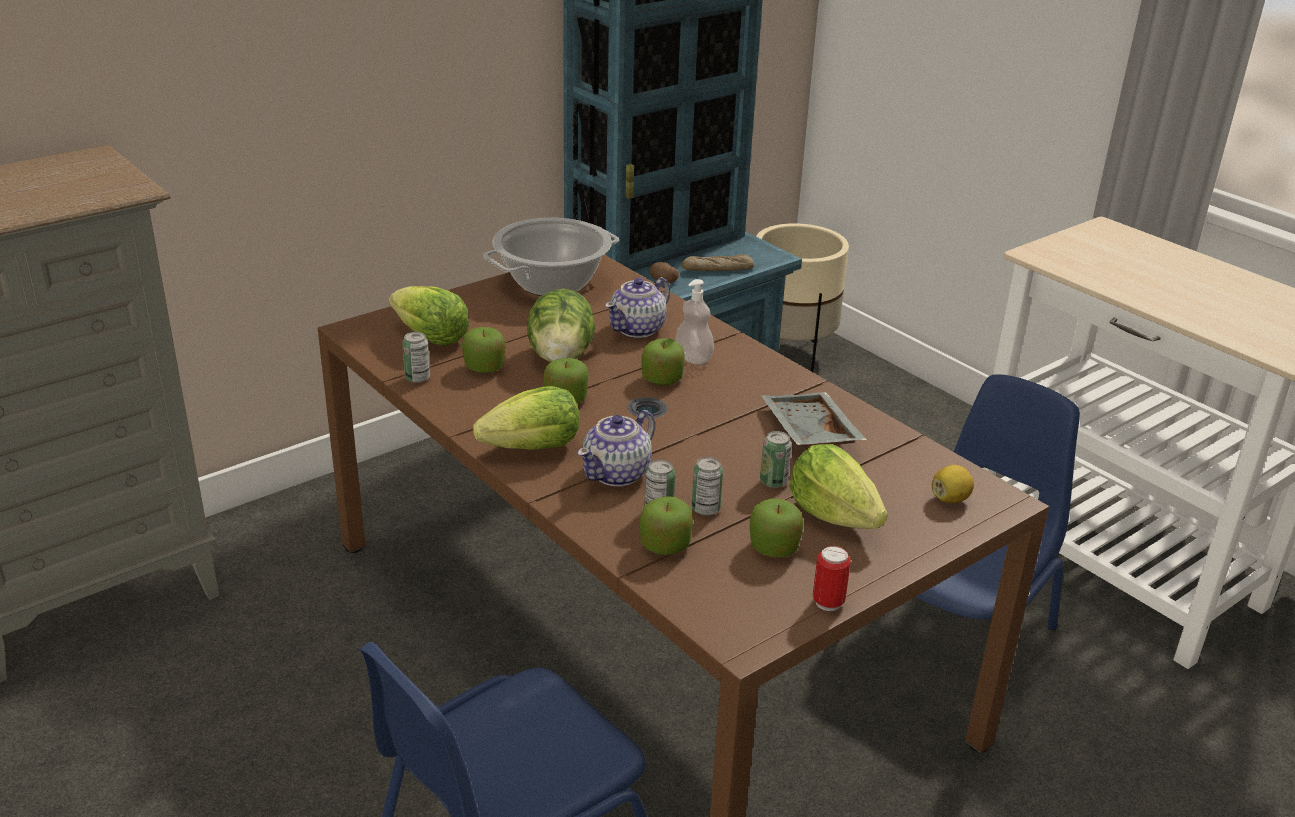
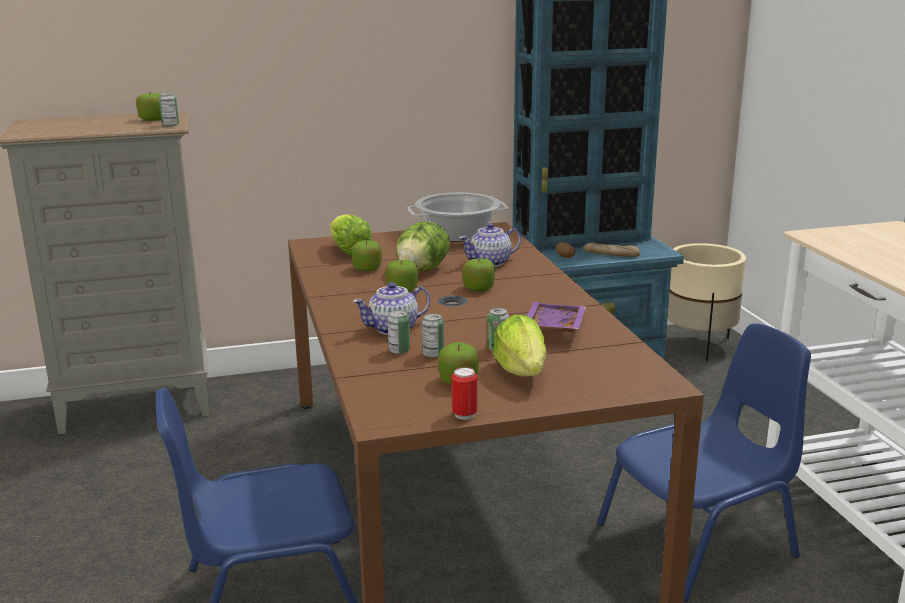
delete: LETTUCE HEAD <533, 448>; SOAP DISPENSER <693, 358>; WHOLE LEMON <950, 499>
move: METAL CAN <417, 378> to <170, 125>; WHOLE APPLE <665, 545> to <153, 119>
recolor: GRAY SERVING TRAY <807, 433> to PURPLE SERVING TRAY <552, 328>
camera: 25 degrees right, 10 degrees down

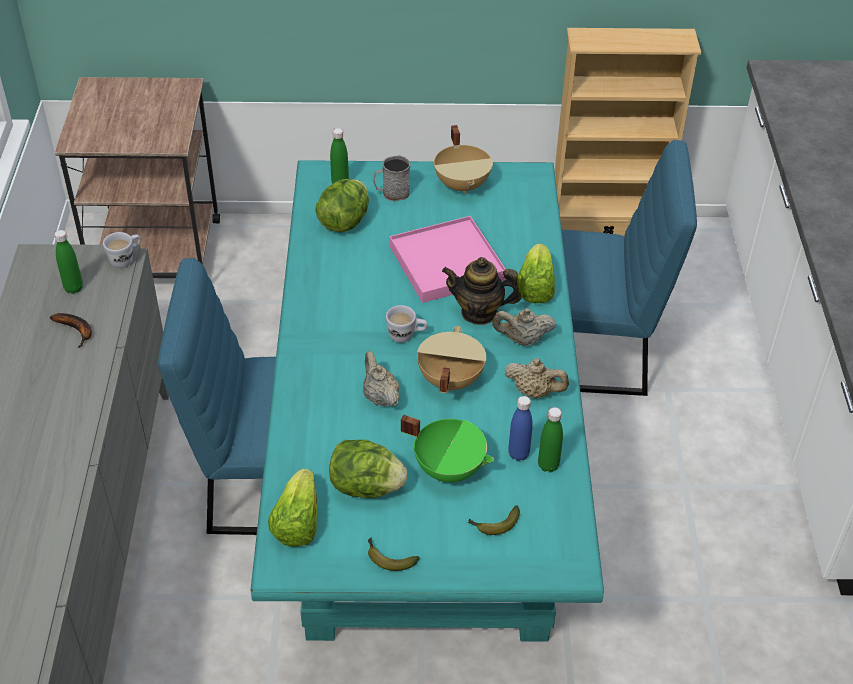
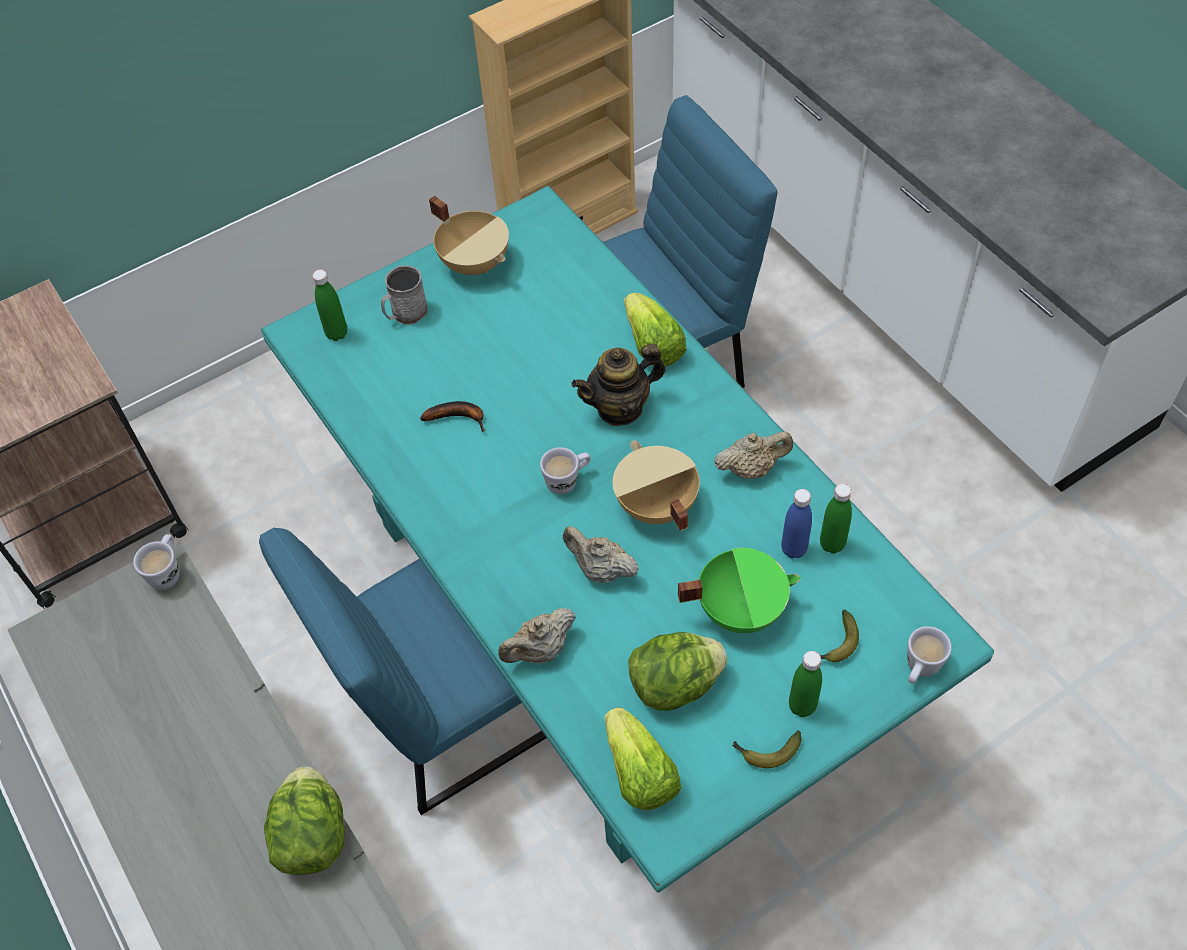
delete: PINK SERVING TRAY <446, 263>
insert: WHITE-COLOURED MUG <919, 670>
move: BANANA <77, 330> to <459, 417>; GREENISH DRINK BOTTLE <73, 288> to <802, 706>; LETTUCE HEAD <344, 222> to <312, 836>; SAND-COLOURED TEA POT <522, 340> to <540, 650>
camera: 30 degrees left, 10 degrees up

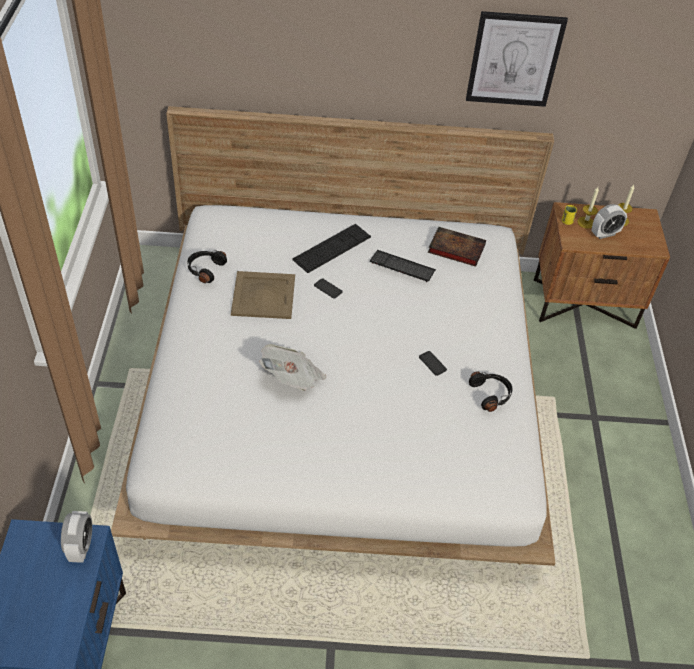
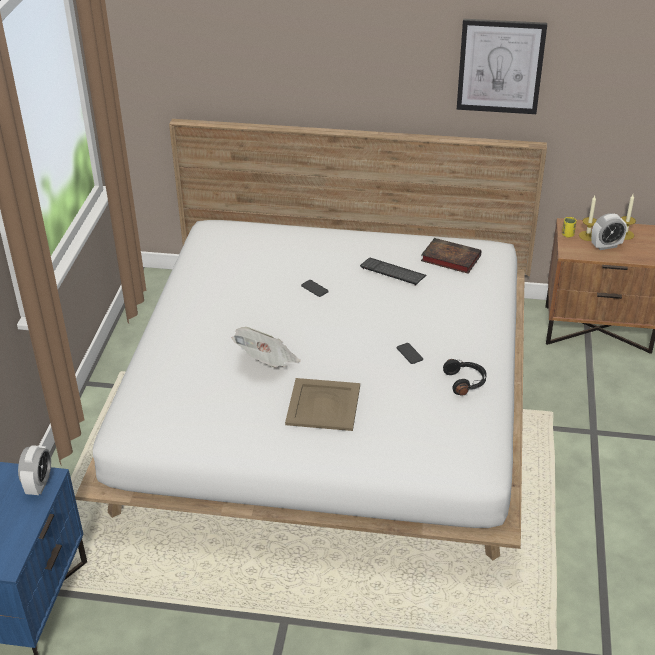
delete: BLACK-COLOURED HEADSET <205, 269>; PC KEYBOARD <332, 248>
move: SAND-COLOURED SERVING TRAY <264, 296> to <324, 405>
camera: 10 degrees right, 10 degrees down

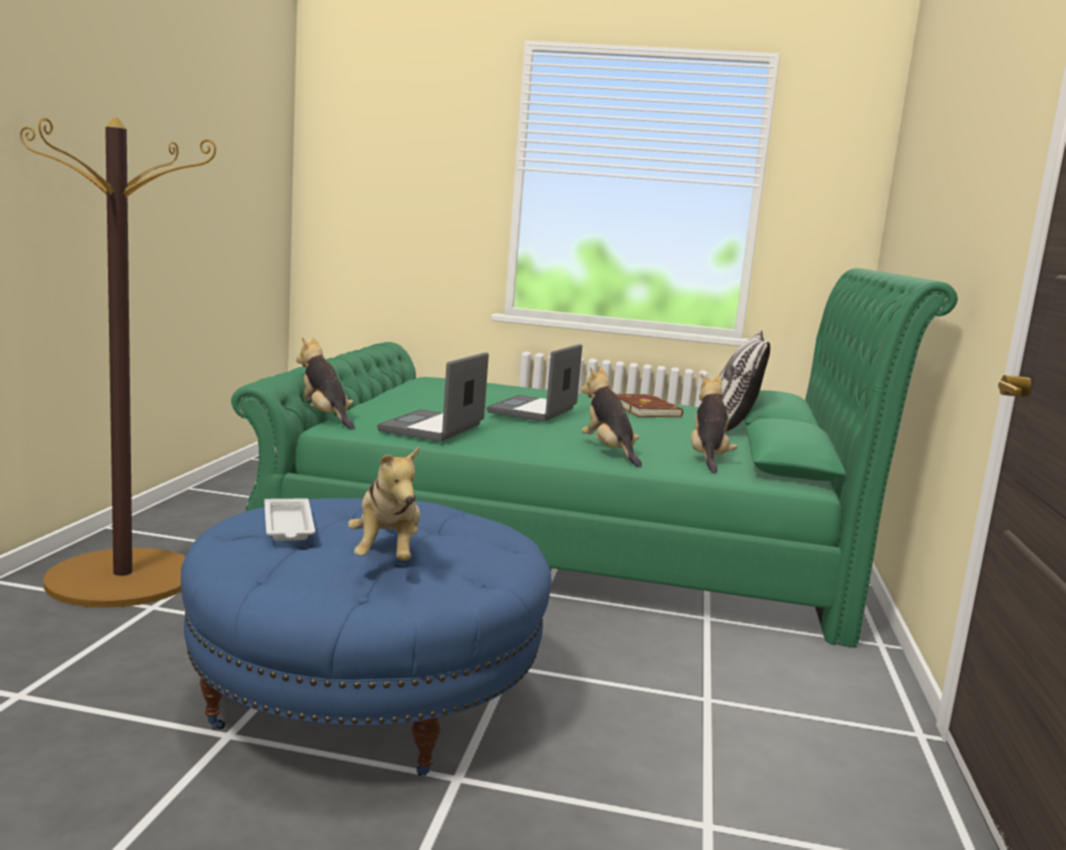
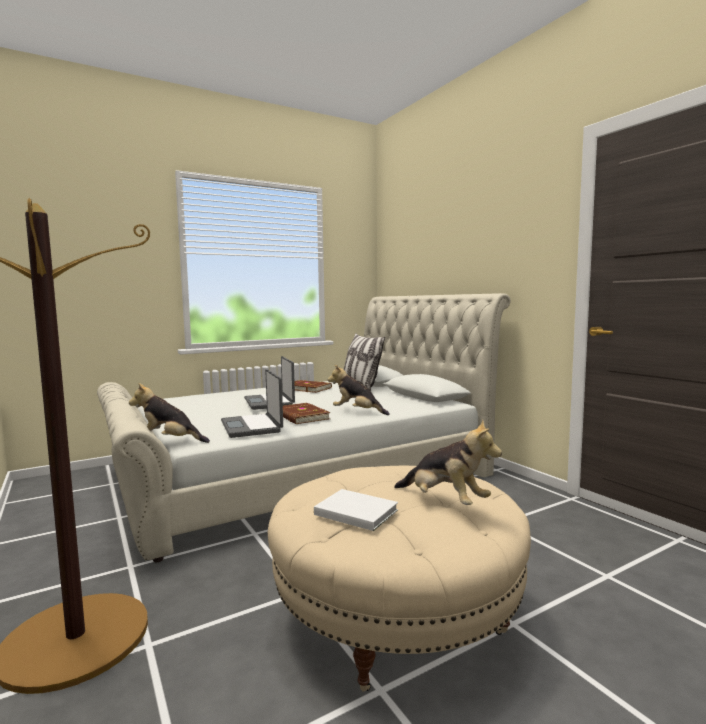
delete: SOFT TOY <708, 459>
insert: BROWNISH BOUND BOOK <300, 416>
replace: WHITE-COLOURED SERVING TRAY <288, 526> to WHITE-COLOURED BOUND BOOK <355, 511>
recolor: BLUE POUFFE <365, 699> to SAND-COLOURED POUFFE <396, 613>; GREENISH SLEEPING BED <571, 532> to SAND-COLOURED SLEEPING BED <301, 471>
camera: 40 degrees left, 5 degrees down

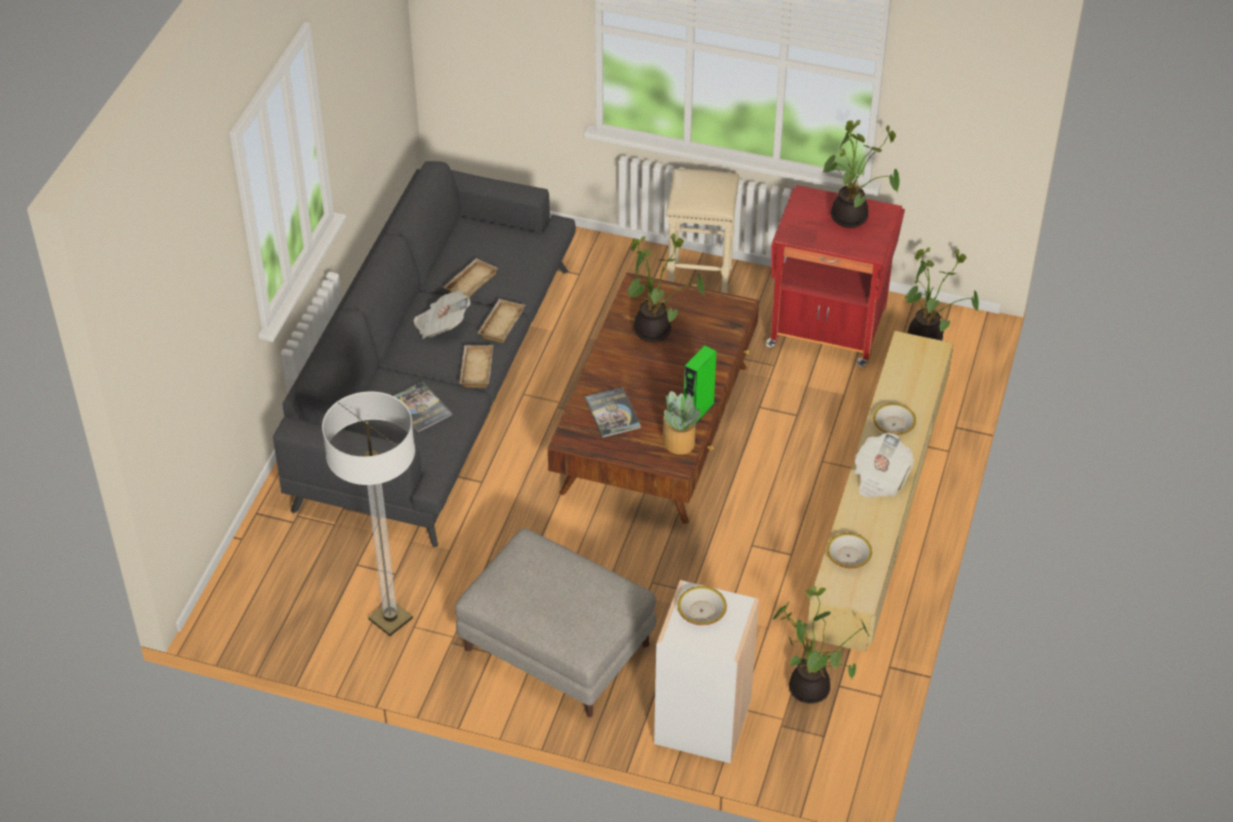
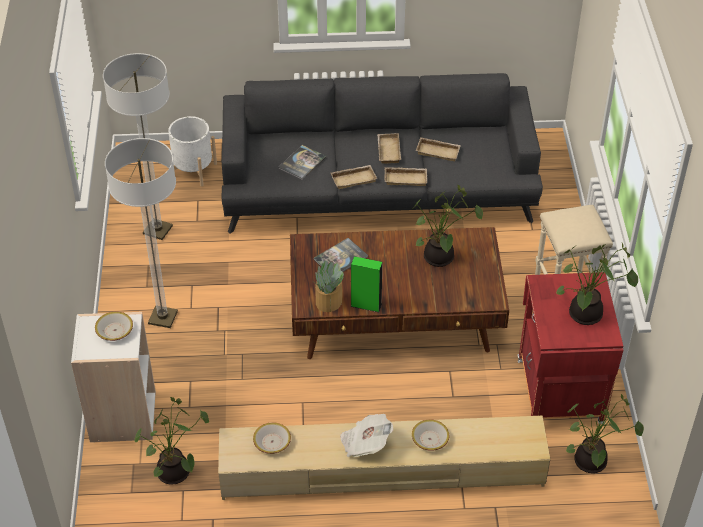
insert: WHITE-COLOURED PLANT POT <193, 170>
replace: NEWSPAPER <441, 325> to SAND-COLOURED SERVING TRAY <387, 150>; GRAY POUFFE <555, 647> to FLOOR LAMP <163, 318>
camera: 70 degrees right, 0 degrees up

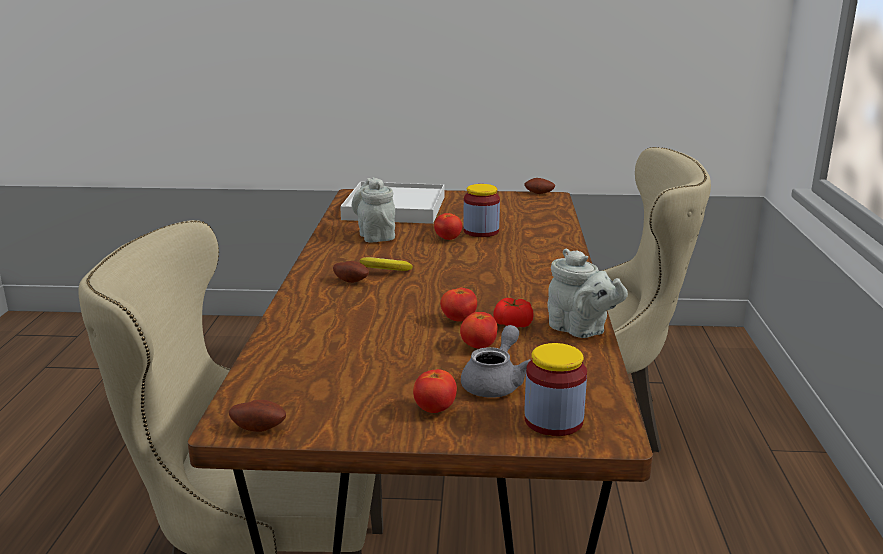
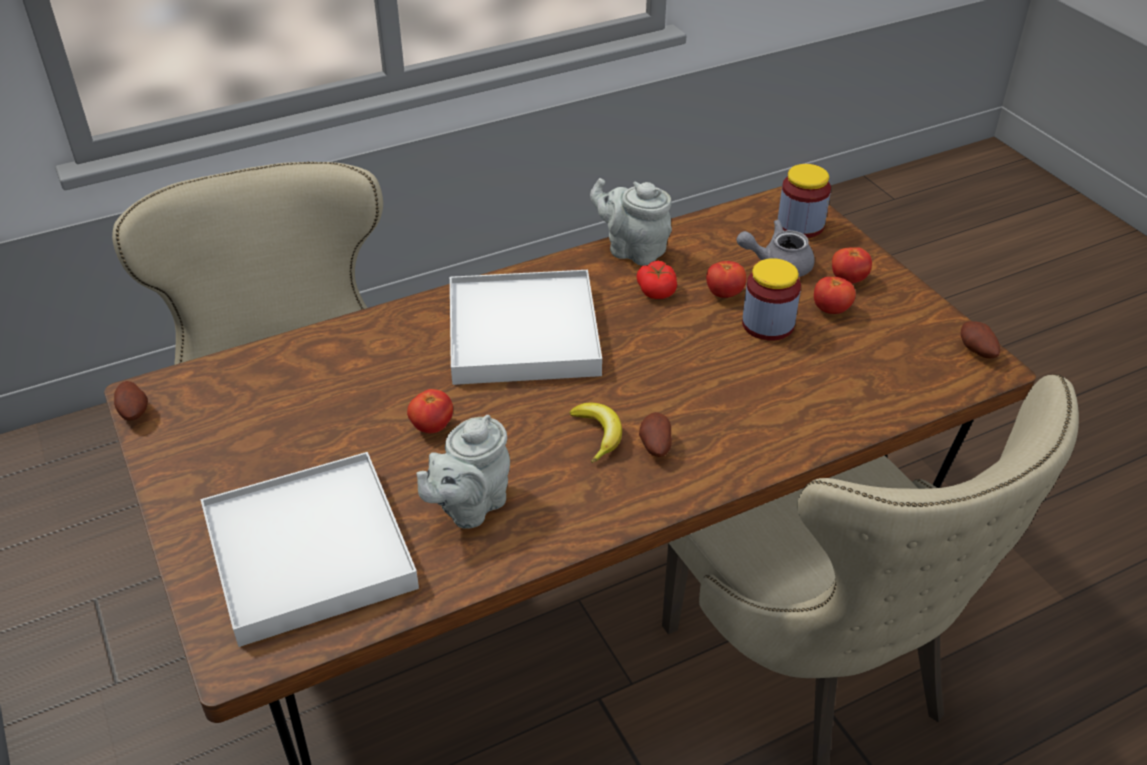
insert: WHITE-COLOURED SERVING TRAY <523, 333>
move: WHOLE TOMATO <458, 320> to <831, 310>; PRESERVE JAR <481, 231> to <768, 324>
rotate: GRAY TEA POT <580, 330> = <633, 250> 75 degrees counterclockwise
camera: 120 degrees left, 20 degrees up

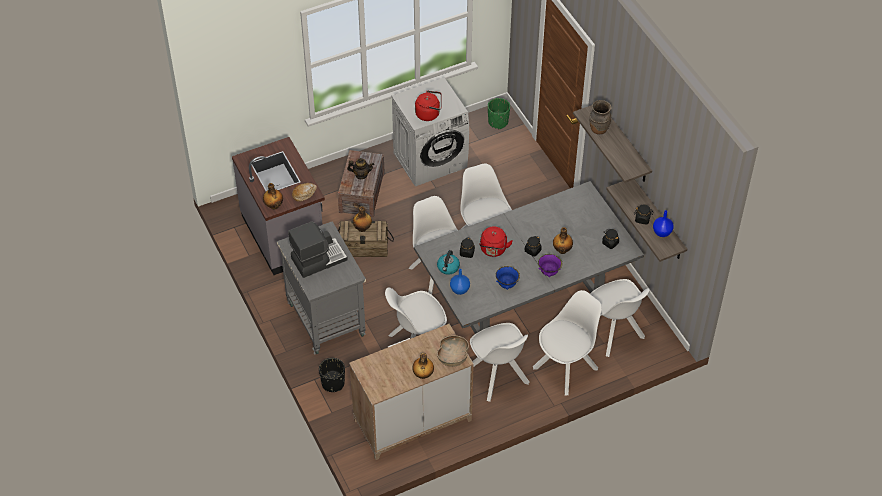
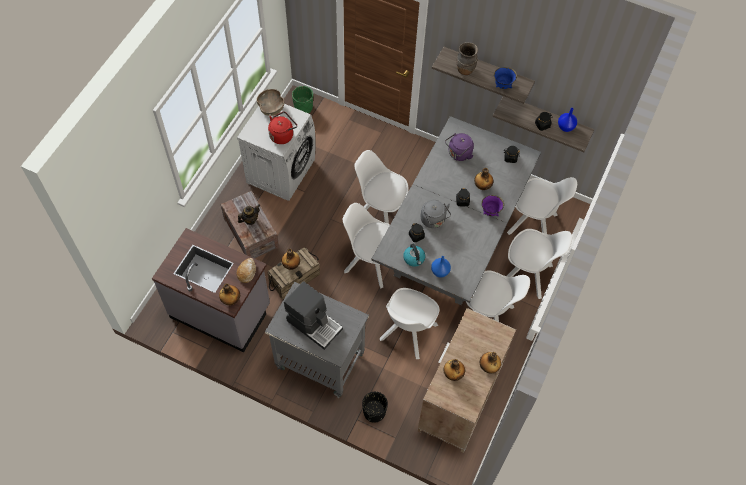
insert: DRINK BOTTLE <453, 374>; PURPLE TEA KETTLE <458, 154>
move: BROWNISH BOWL <453, 357> to <271, 108>; BLUE BOWL <507, 285> to <503, 85>
recolor: RED TEA KETTLE <493, 250> to GRAY TEA KETTLE <434, 220>
rotate: COFFEE MACHINE <318, 259> = <314, 323> 105 degrees clockwise; WHITE-COLOURED PLAIN CHAIR <566, 367> = <527, 275> 105 degrees clockwise
camera: 40 degrees left, 10 degrees up

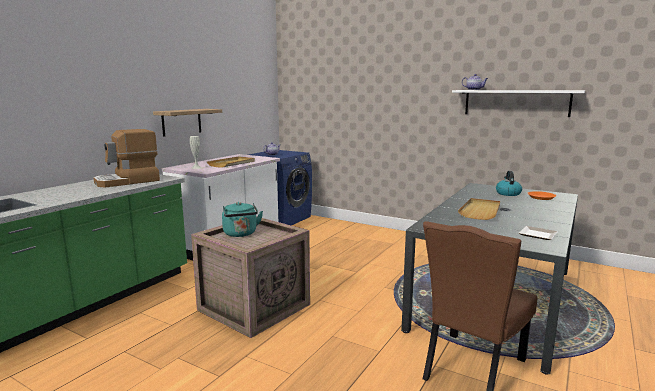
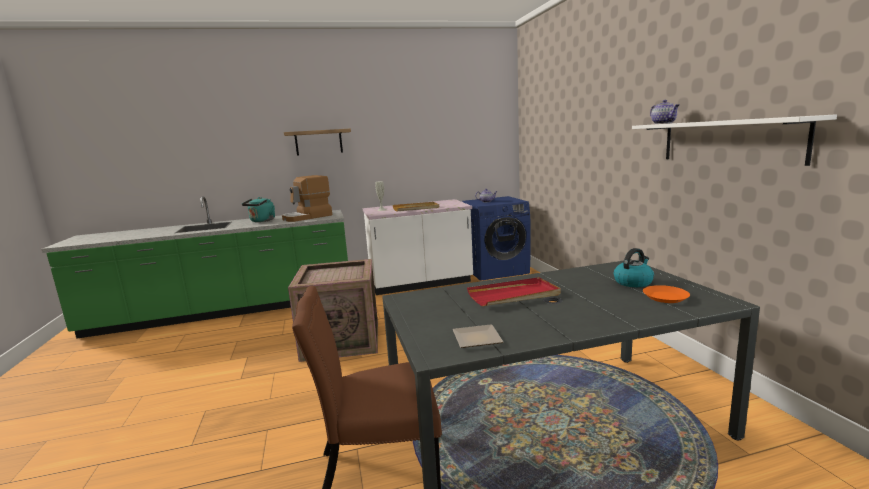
move: SHELF <181, 122> to <318, 142>; TURQUOISE TEA KETTLE <241, 234> to <261, 221>
recolor: SAND-COLOURED SERVING TRAY <480, 211> to RED SERVING TRAY <514, 295>
rotate: COFFEE MACHINE <128, 181> = <307, 217> 45 degrees counterclockwise
camera: 45 degrees right, 0 degrees up

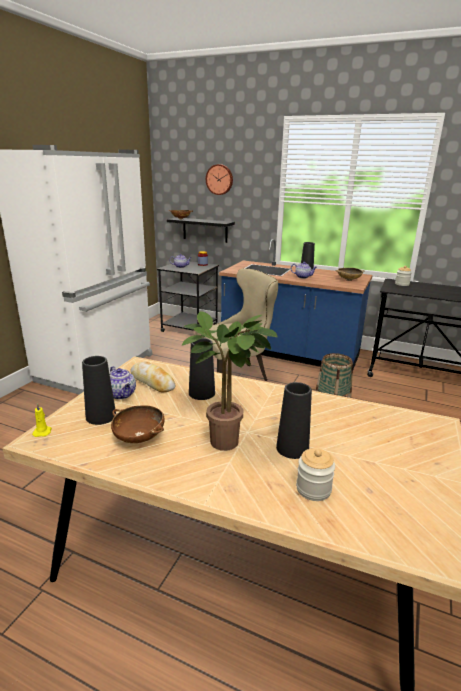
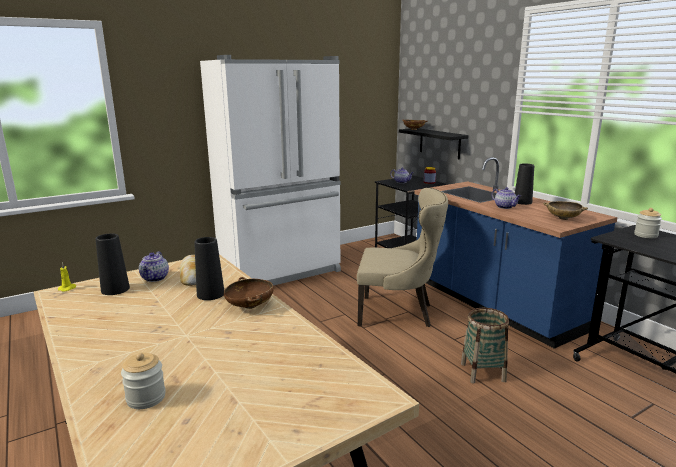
delete: POTTED PLANT <229, 441>; WALL CLOCK <219, 179>; BLACK-COLOURED DECORATIVE VASE <292, 448>
move: BROWNISH BOWL <139, 438> to <250, 306>
camera: 35 degrees right, 5 degrees down

